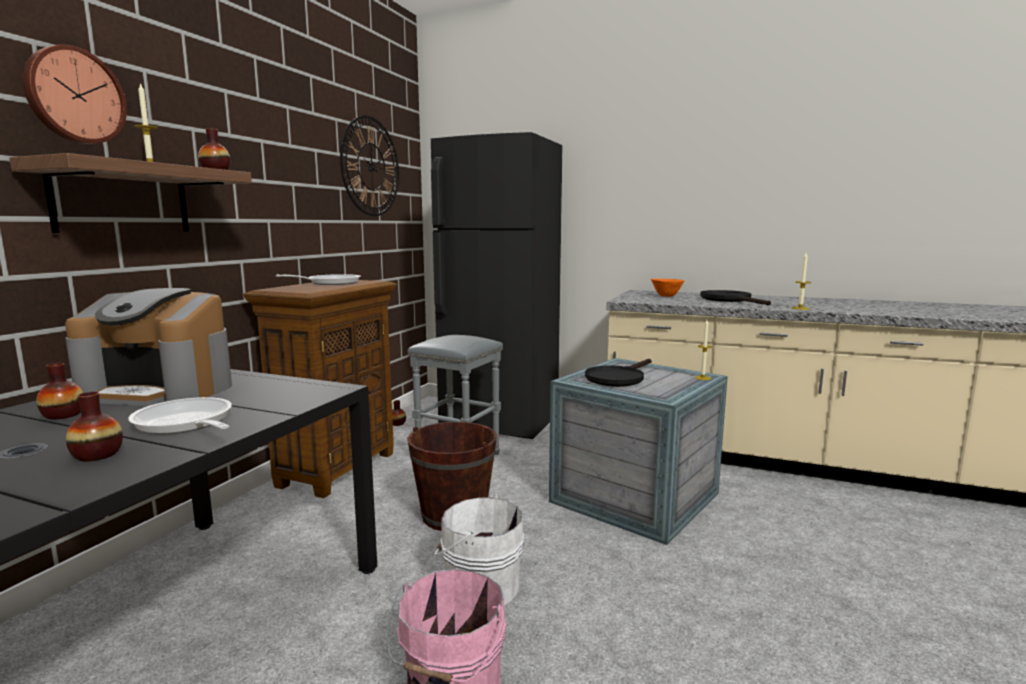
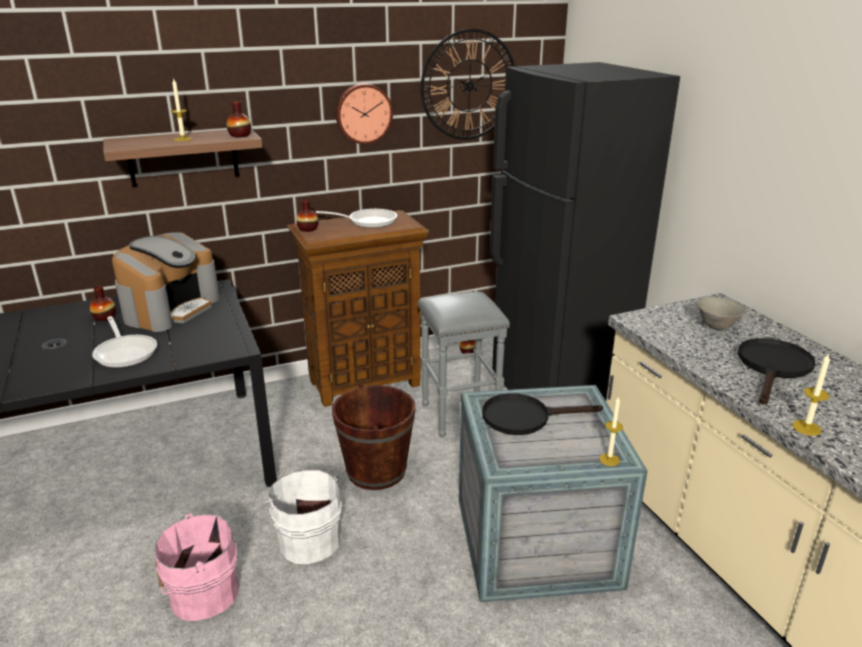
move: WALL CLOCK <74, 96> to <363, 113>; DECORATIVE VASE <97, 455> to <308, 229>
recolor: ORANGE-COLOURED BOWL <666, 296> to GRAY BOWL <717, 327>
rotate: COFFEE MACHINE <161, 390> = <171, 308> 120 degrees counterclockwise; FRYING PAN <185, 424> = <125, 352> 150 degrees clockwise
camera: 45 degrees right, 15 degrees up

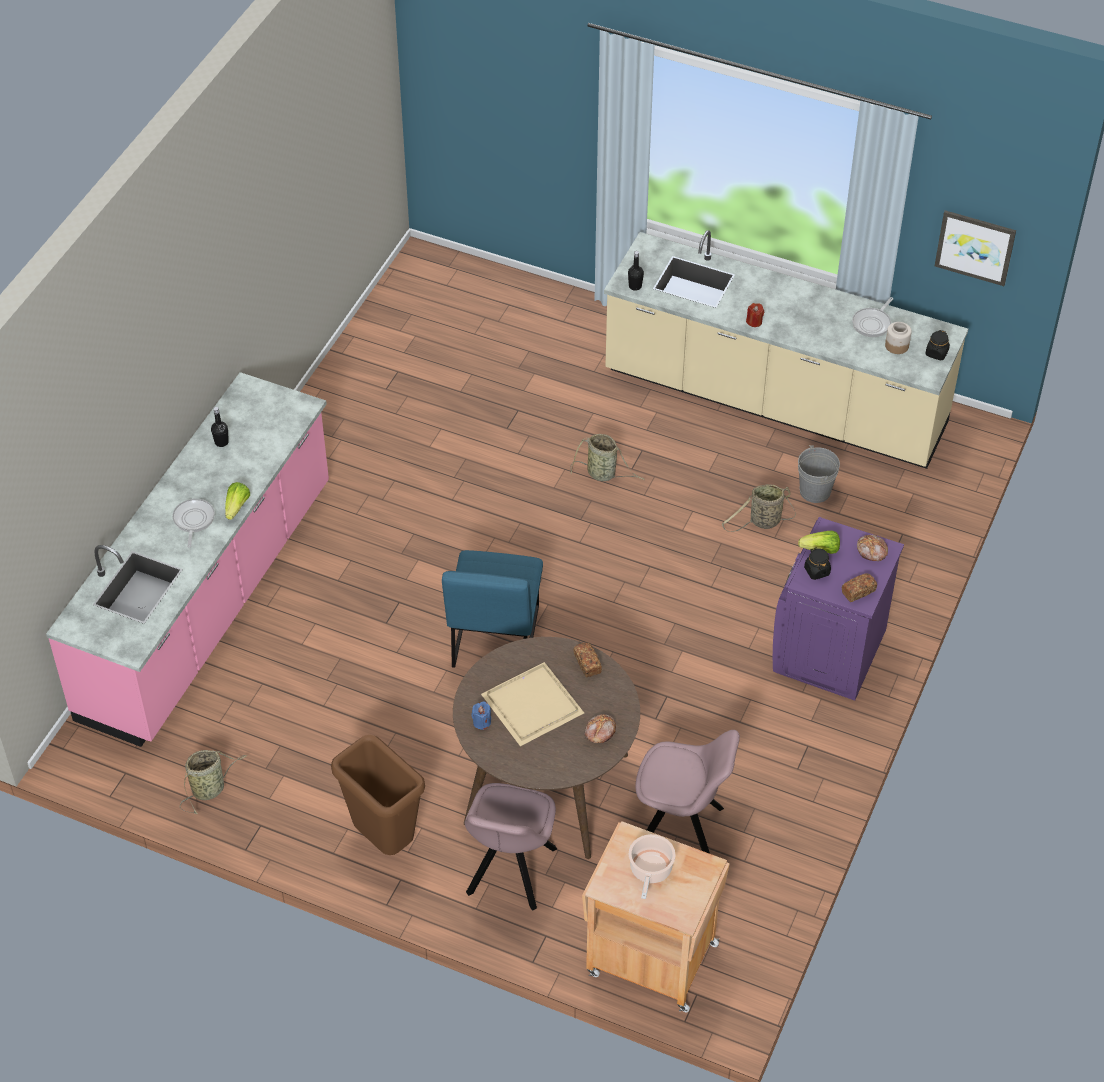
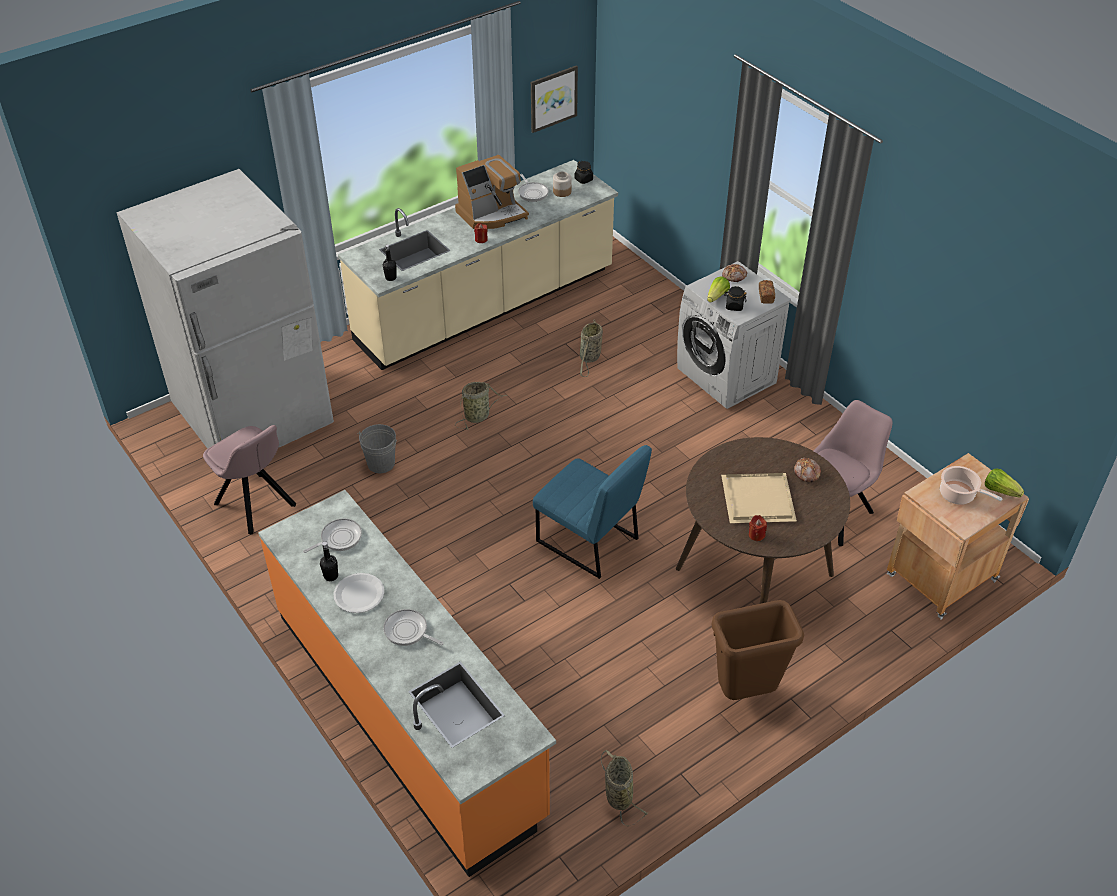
delete: BREAD <587, 664>
insert: WHITE-COLOURED KITCHEN FRIDGE <254, 413>; FRYING PAN <339, 538>; WHITE-COLOURED DINNER PLATE <359, 594>; COFFEE MACHINE <492, 214>
move: LETTUCE HEAD <237, 507> to <1000, 490>; PINK PLAIN CHAIR <510, 871> to <256, 504>; GRAY PAIL <815, 491> to <381, 463>
recolor: PINK COUNTER <209, 601> to ORANGE-COLOURED COUNTER <408, 712>; BLUE WAX LIGHT <482, 722> to RED WAX LIGHT <756, 535>; PURPLE WASHING MACHINE <828, 652> to WHITE-COLOURED WASHING MACHINE <726, 377>
camera: 60 degrees left, 5 degrees down

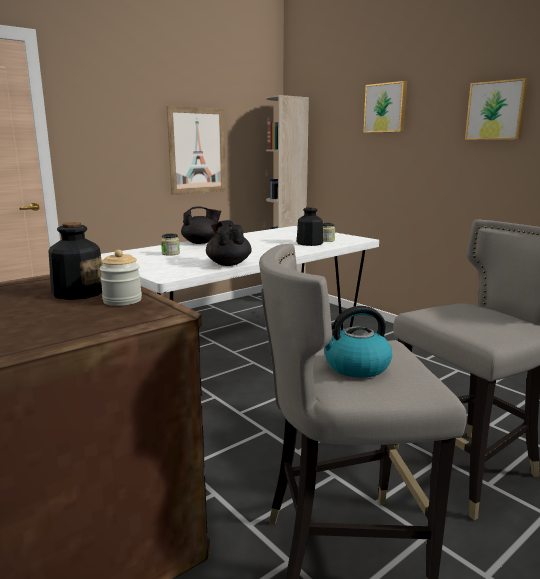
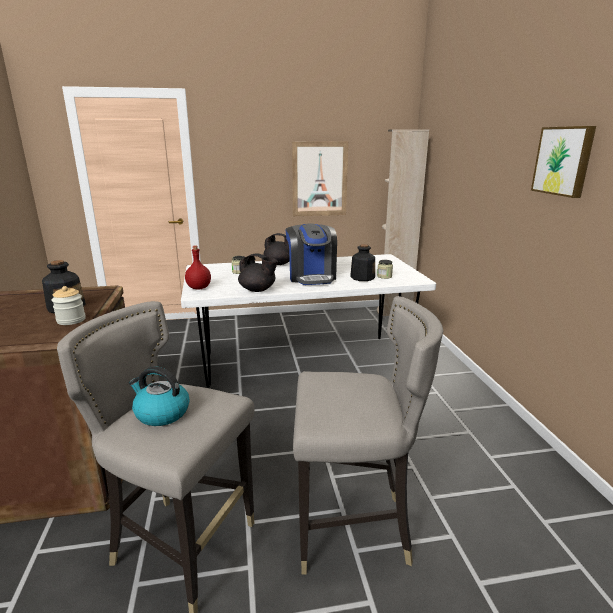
delete: WALL ART <386, 108>
insert: RED DRINK BOTTLE <198, 288>; COFFEE MACHINE <311, 277>
rotate: BLACK-COLOURED TEA POT <228, 264> = <258, 290> 105 degrees clockwise
camera: 30 degrees right, 5 degrees up

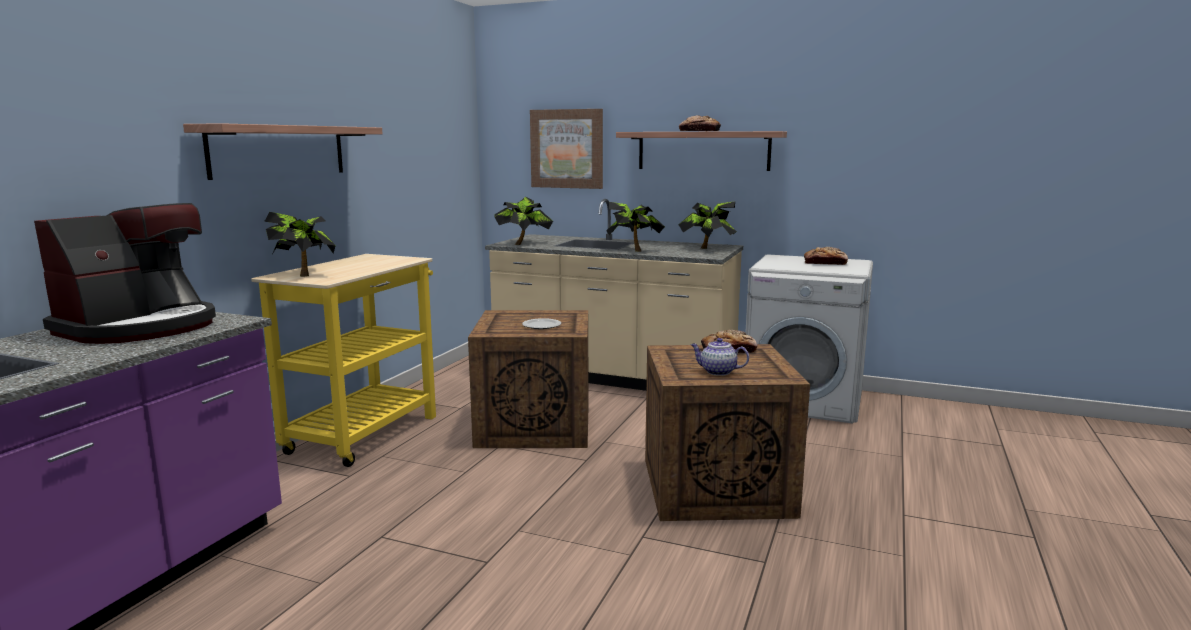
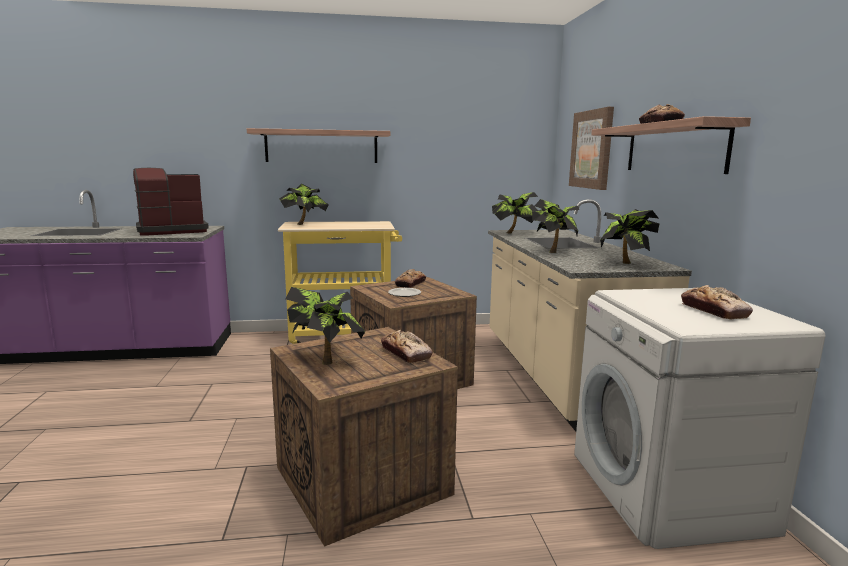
insert: BREAD <410, 284>
replace: TEA POT <717, 372> to POTTED PLANT <326, 359>
rotate: COFFEE MACHINE <140, 327> = <171, 231> 150 degrees clockwise
camera: 60 degrees right, 0 degrees up

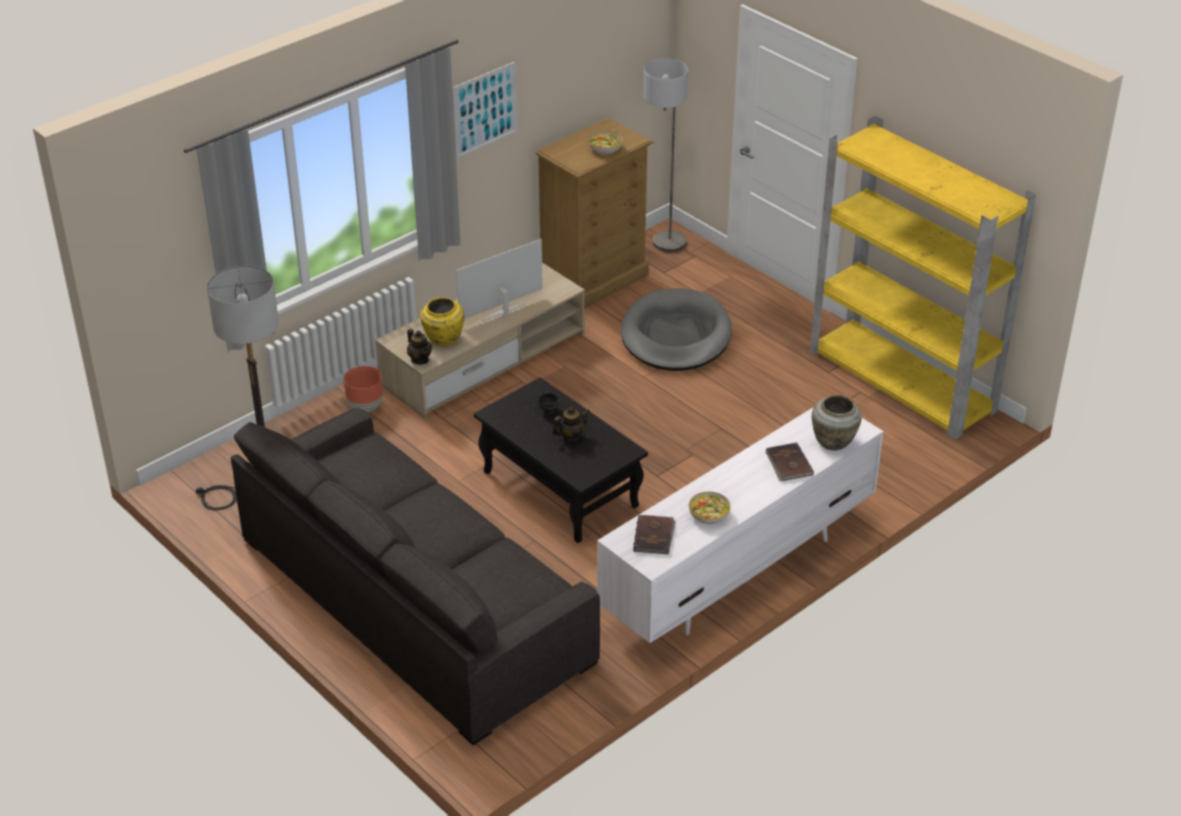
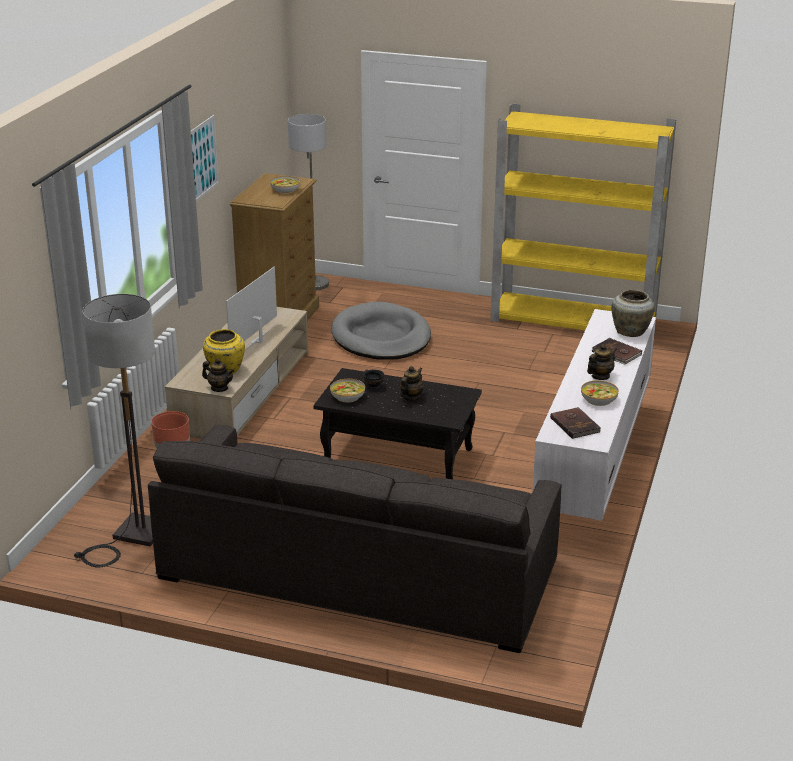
insert: BOWL <347, 396>; TEA POT <600, 376>
camera: 30 degrees left, 10 degrees down

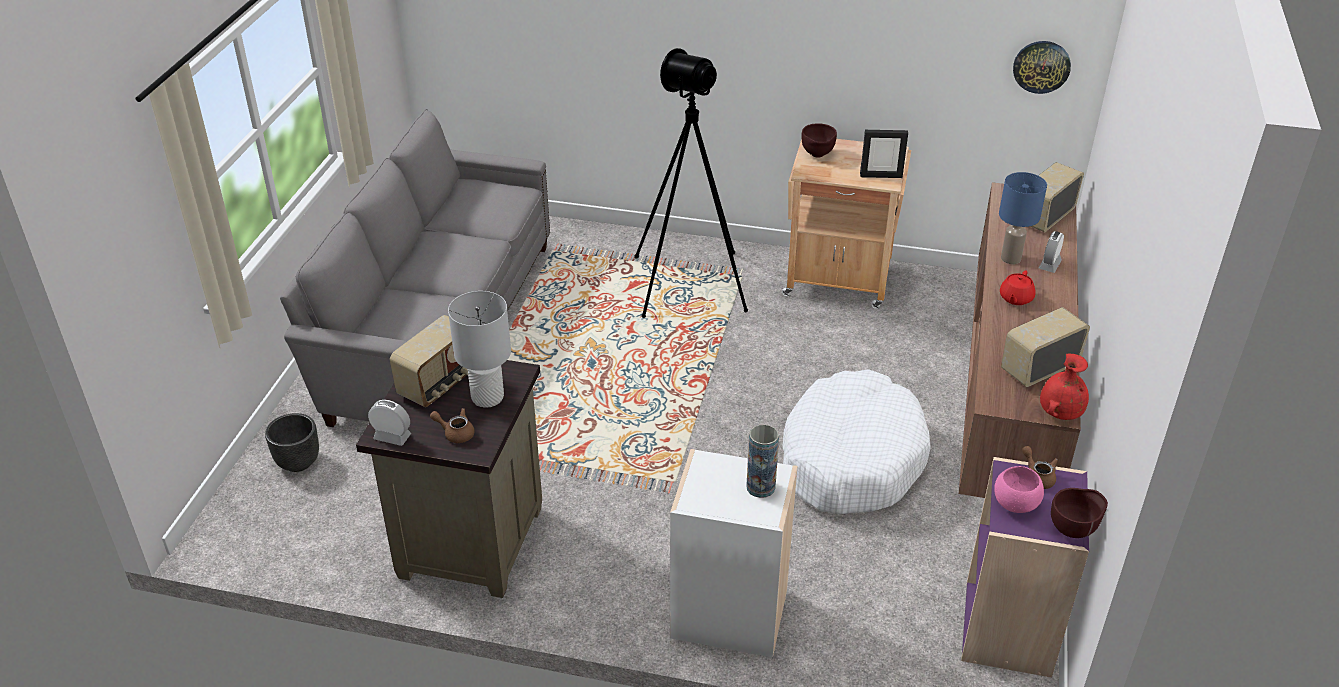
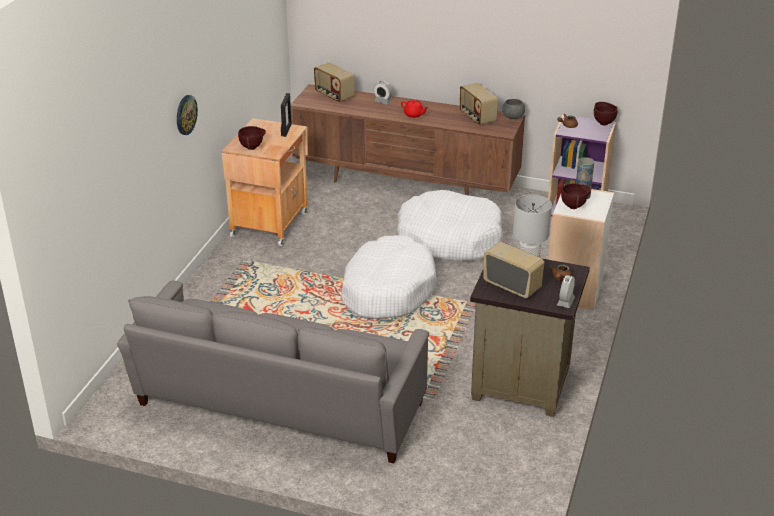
delete: BLACK-COLOURED PLANT POT <298, 462>; BLACK-COLOURED FLOOR LAMP <689, 284>; PINK BOWL <1015, 504>; BLUE TABLETOP LAMP <1011, 258>
insert: WHITE-COLOURED DOG BED <387, 290>; BROWNISH BOWL <574, 206>
move: WALL CLOCK <1041, 66> to <185, 114>
replace: RED DECORATIVE VASE <1059, 413> to GRAY BOWL <513, 117>
camera: 85 degrees left, 5 degrees down

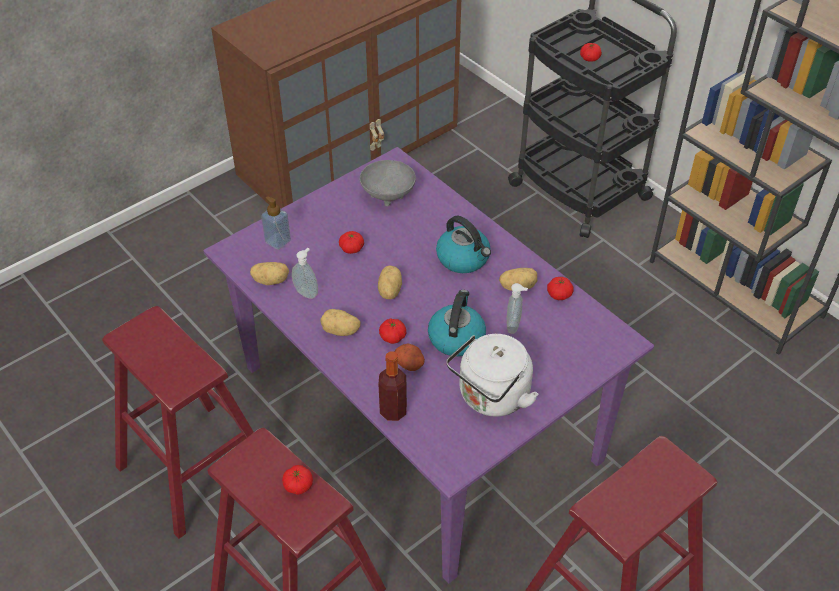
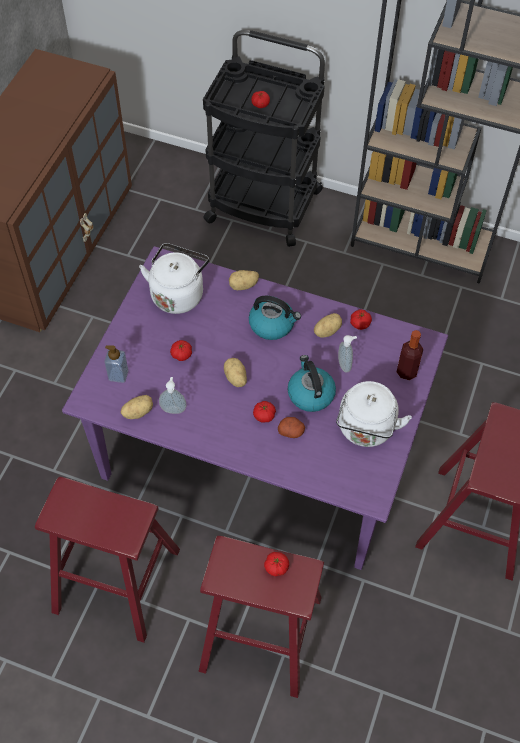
move: SPUD <340, 331> to <243, 286>; DRINK BOTTLE <393, 411> to <406, 372>
replace: GRAY BOWL <389, 195> to WHITE-COLOURED TEA KETTLE <178, 293>
camera: 30 degrees left, 10 degrees up

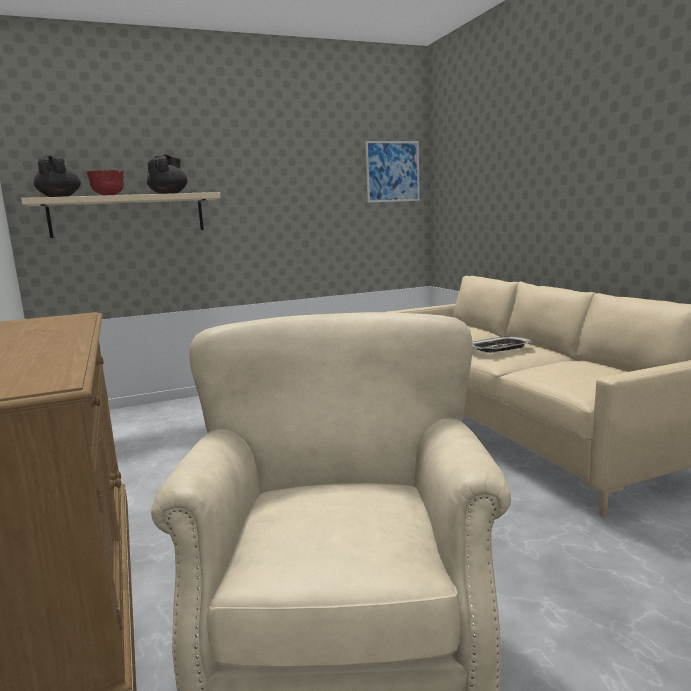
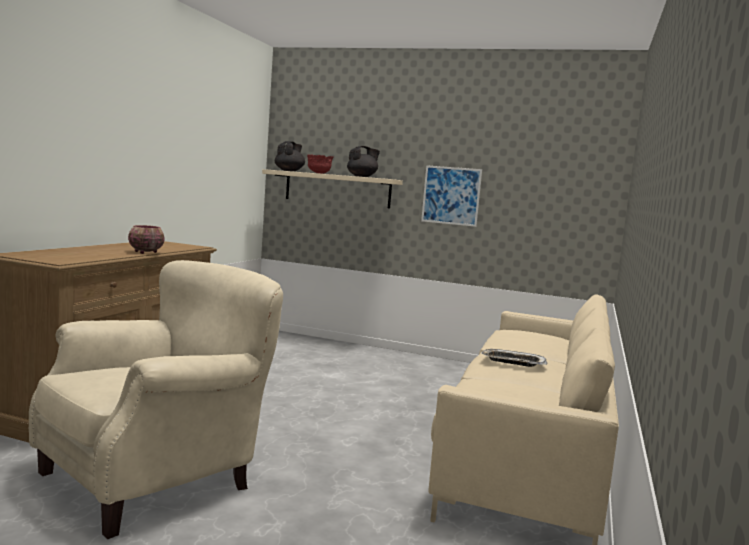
insert: BOWL <145, 252>
move: WALL ART <392, 171> to <451, 195>
camera: 40 degrees right, 5 degrees down

